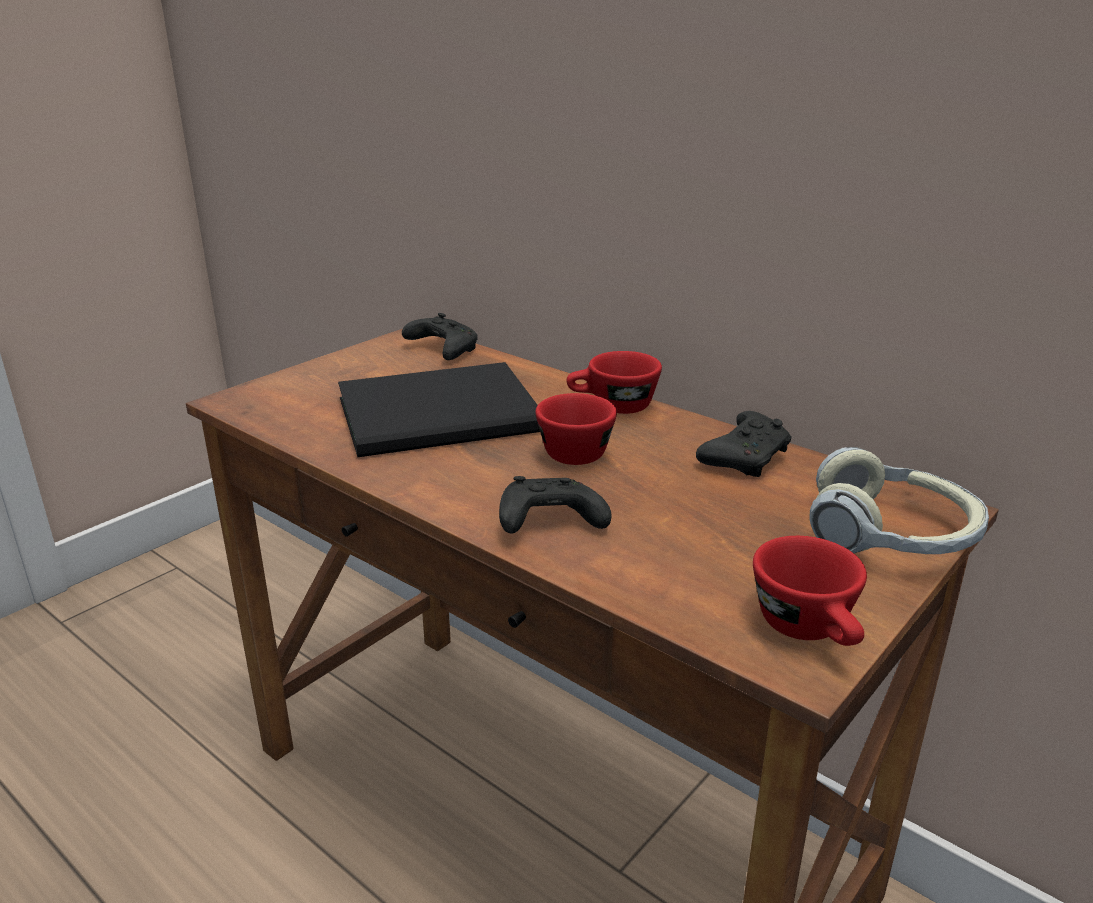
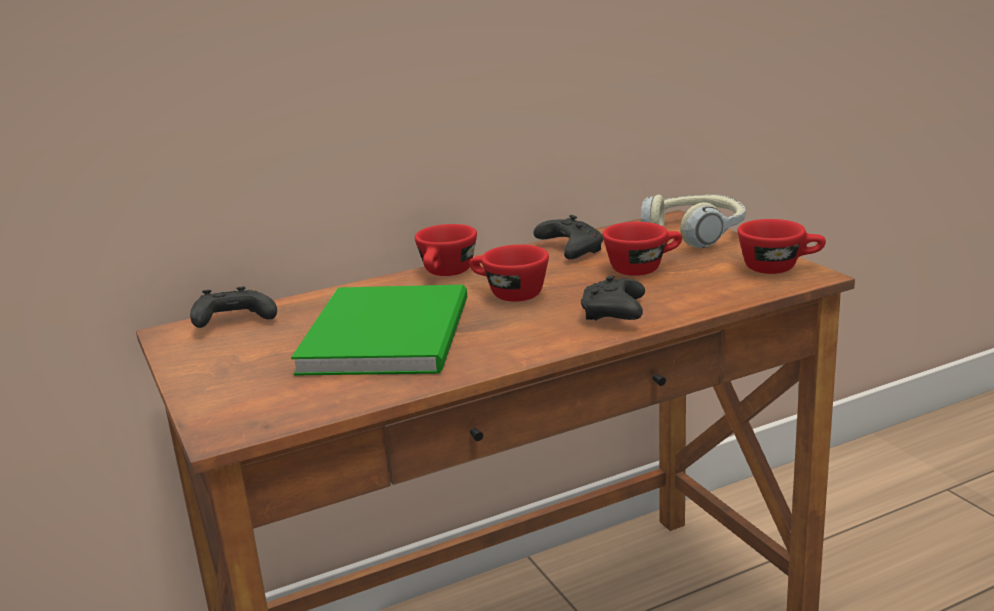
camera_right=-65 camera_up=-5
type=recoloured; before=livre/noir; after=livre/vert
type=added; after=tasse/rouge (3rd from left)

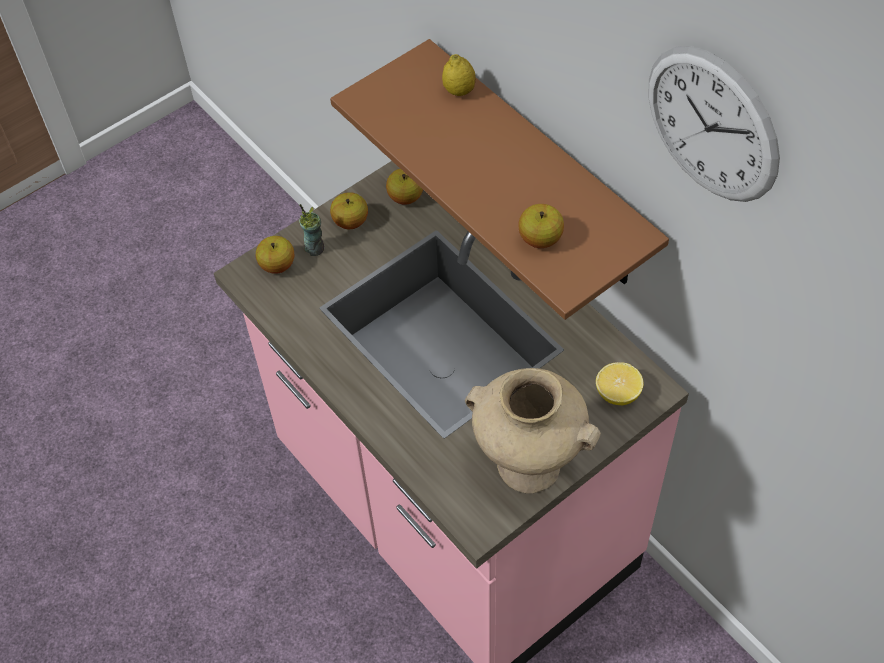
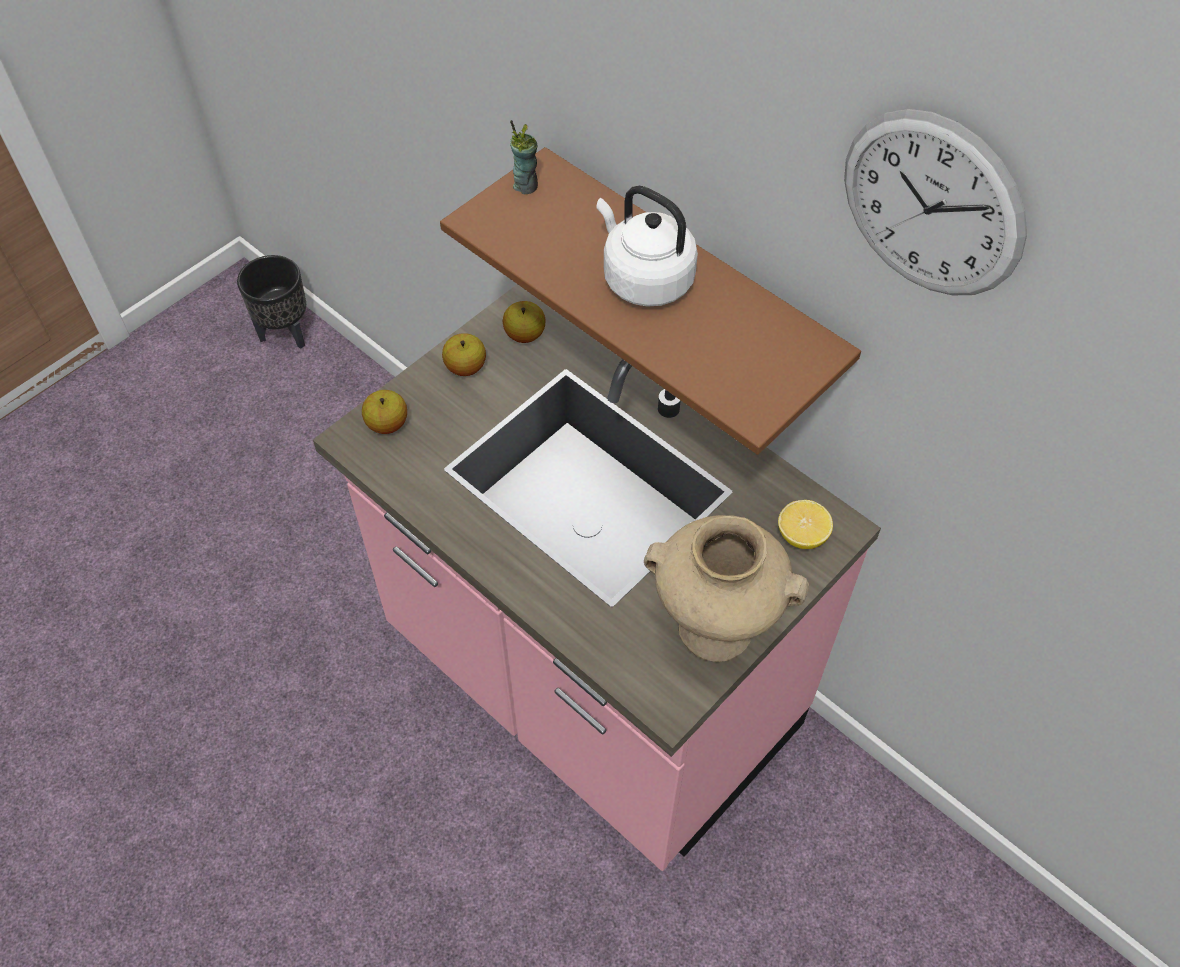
camera_right=-10 camera_up=0
type=moved; before=tasse
type=removed; before=citron (1st from left)
type=removed; before=pomme (4th from left)
type=added; after=cache-pot/noir
type=added; after=bouilloire/blanc

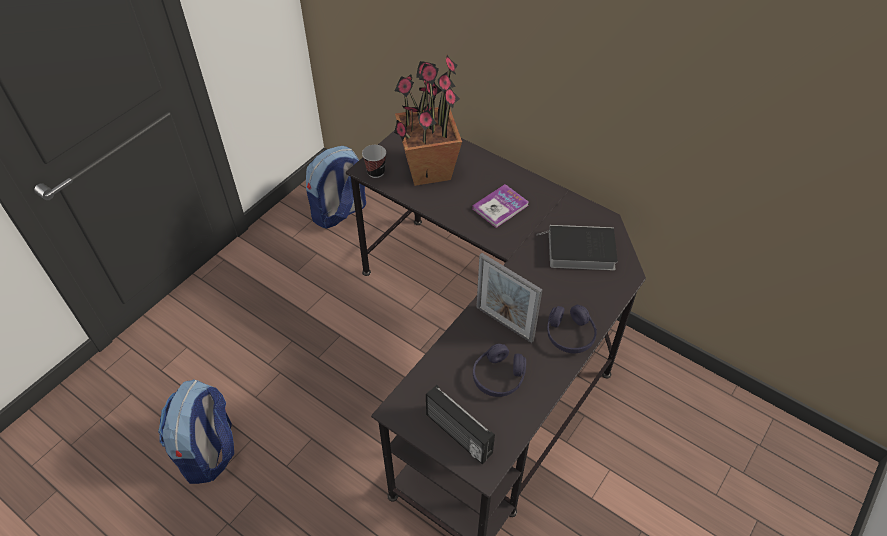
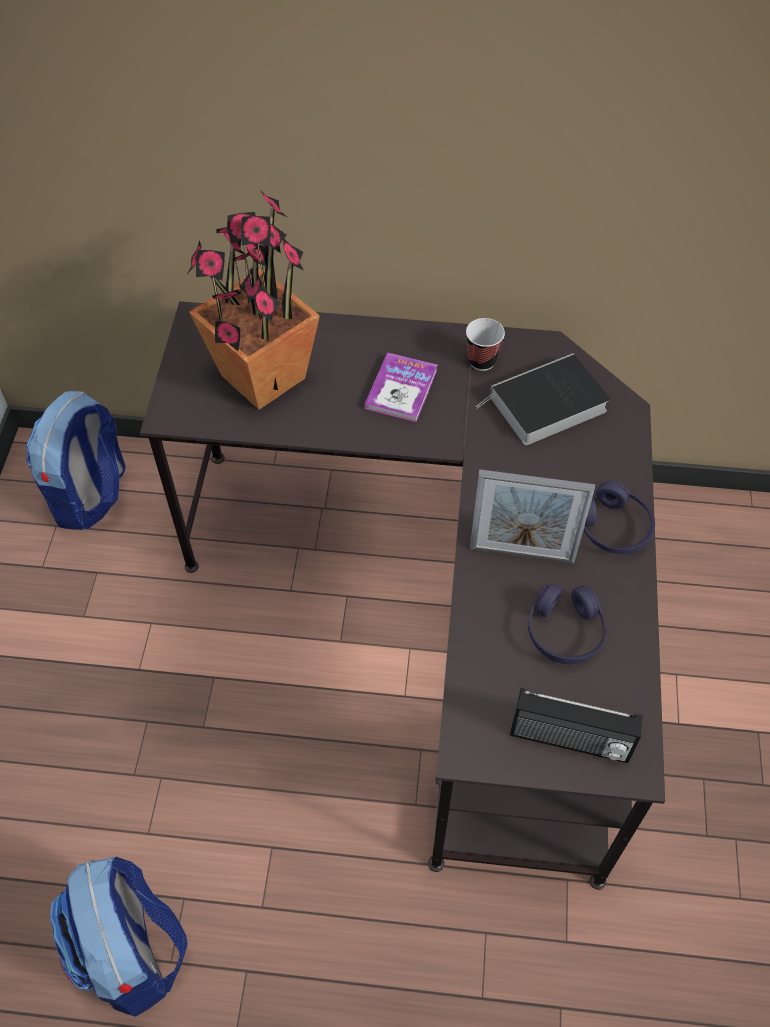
camera_right=-30 camera_up=5
type=moved; before=tasse

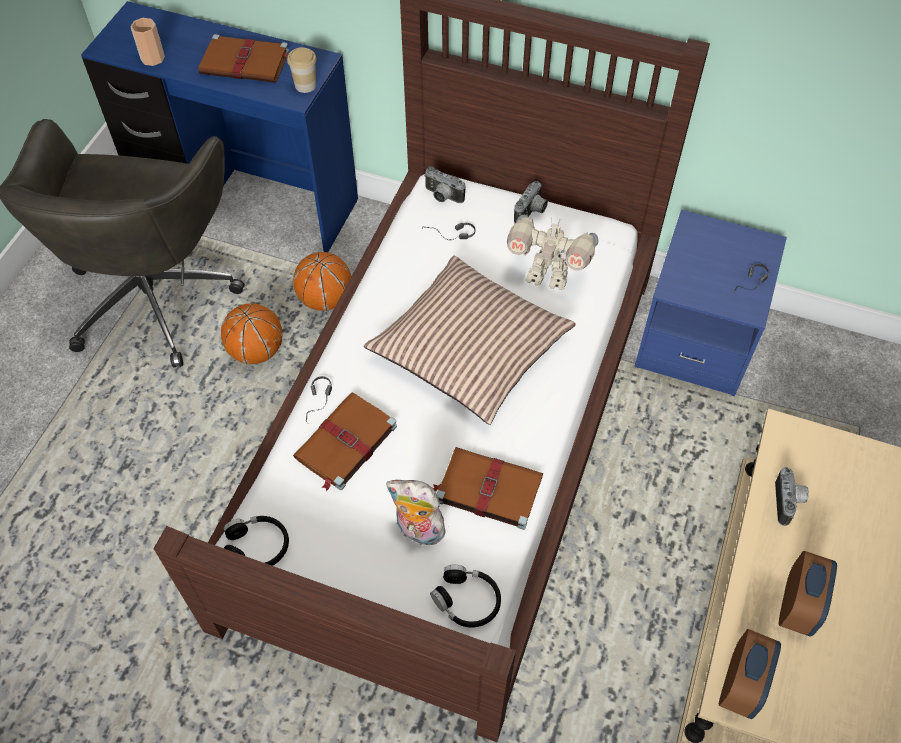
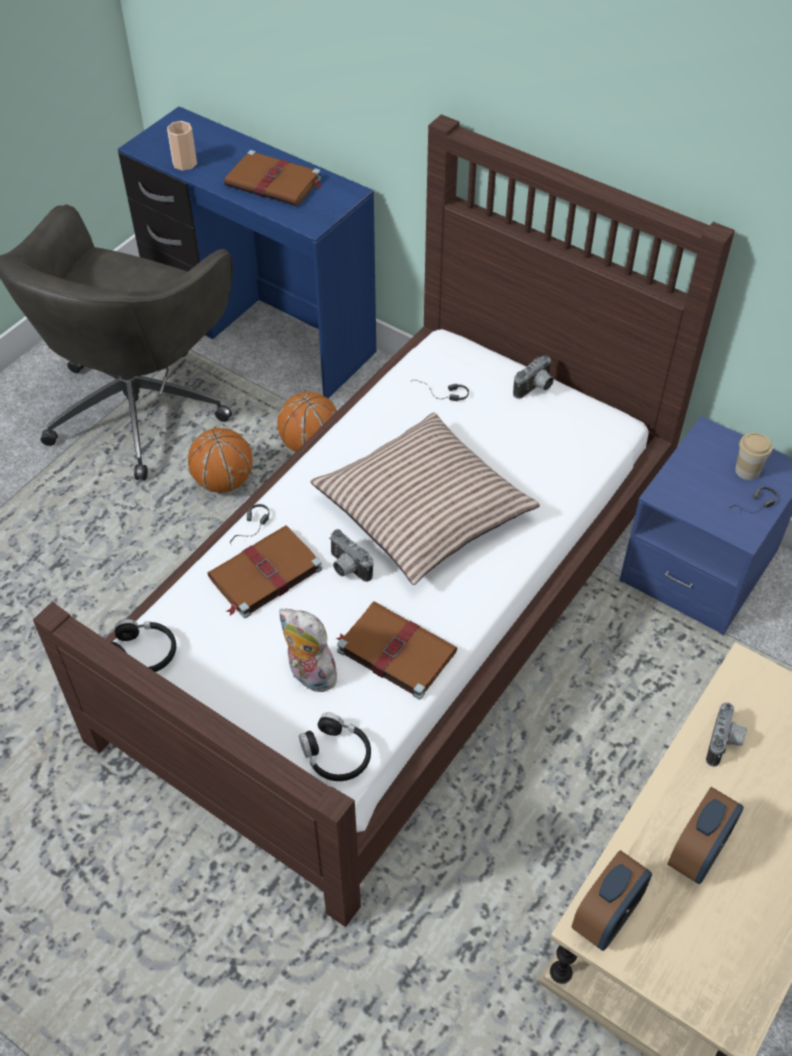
camera_right=15 camera_up=-5
type=moved; before=tasse (2nd from left)
type=moved; before=appareil photo (1st from left)
type=removed; before=robot jouet

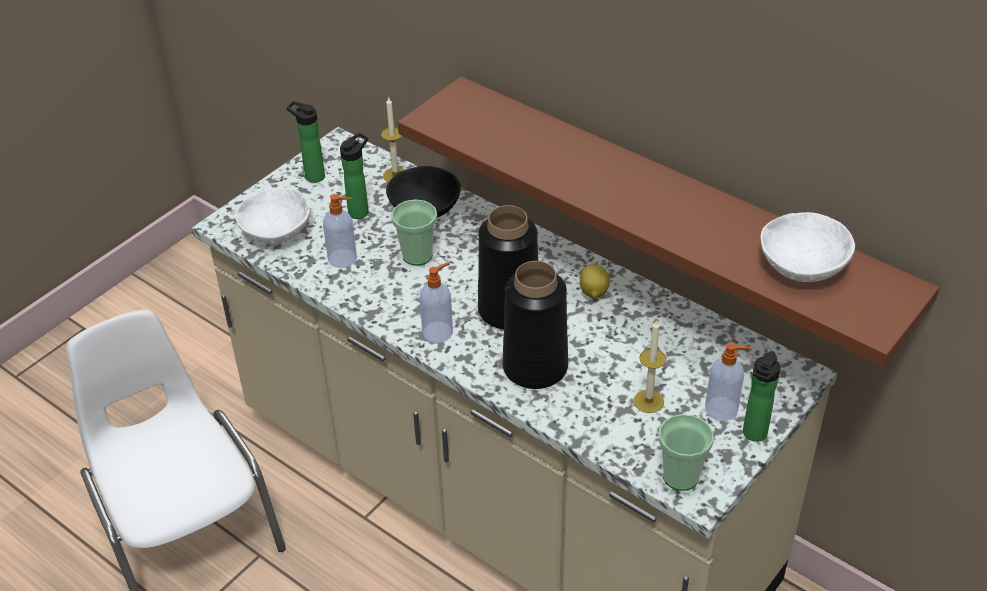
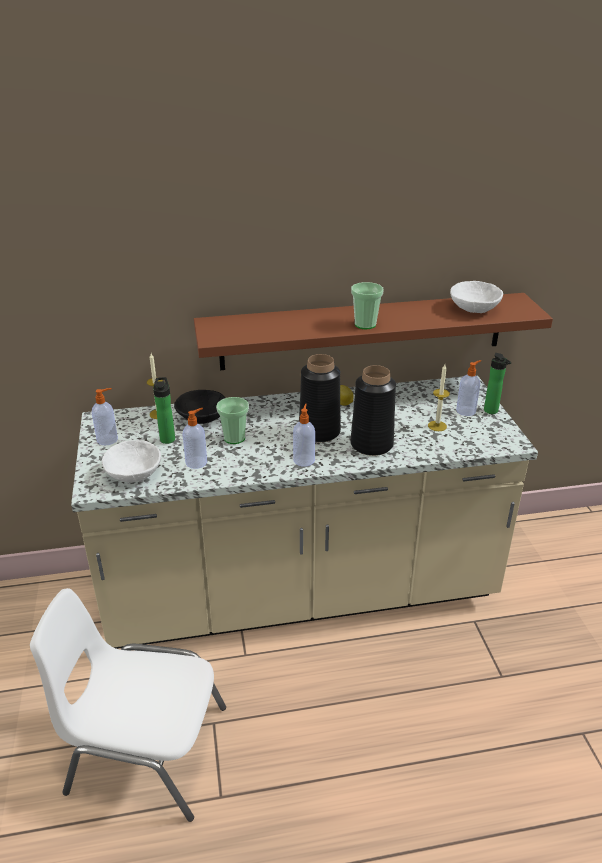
camera_right=-50 camera_up=-10
type=replaced; before=bouteille (1st from left); after=distributeur de savon (1st from left)
type=moved; before=tasse (2nd from left)

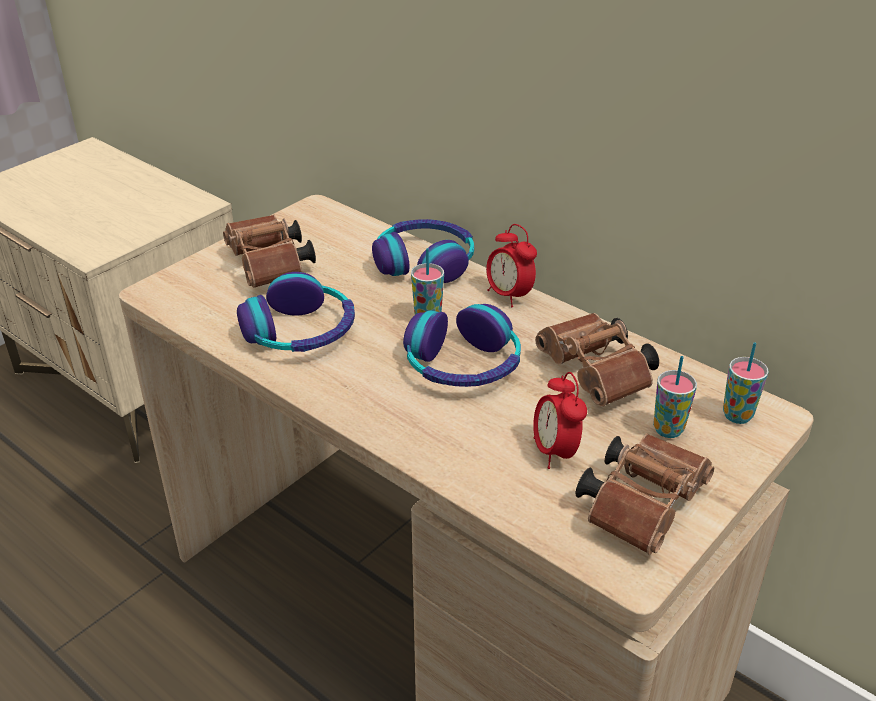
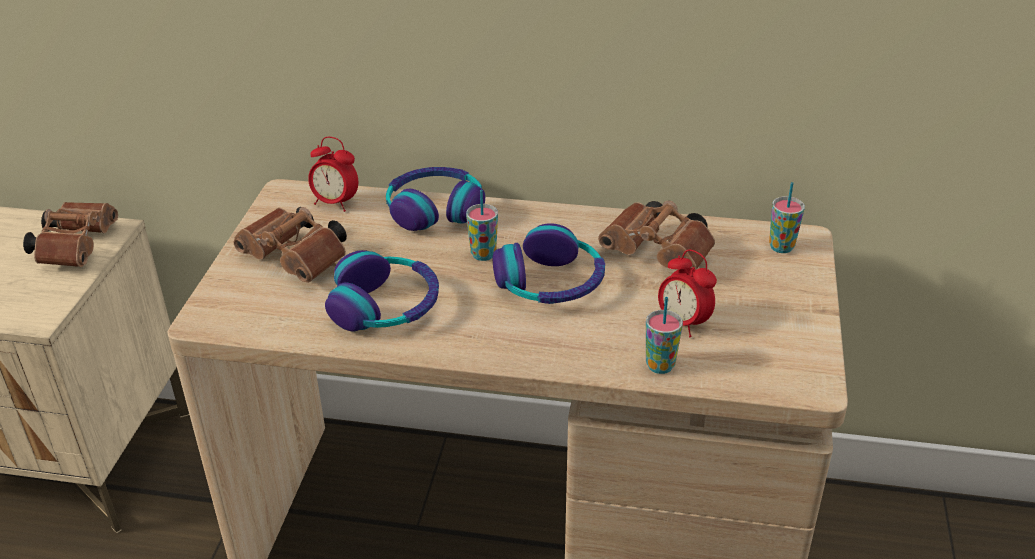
camera_right=-30 camera_up=0
type=moved; before=réveil (1st from left)
type=moved; before=jumelles/marron (3rd from left in the first image); after=jumelles/marron (1st from left)
type=moved; before=tasse (2nd from left)

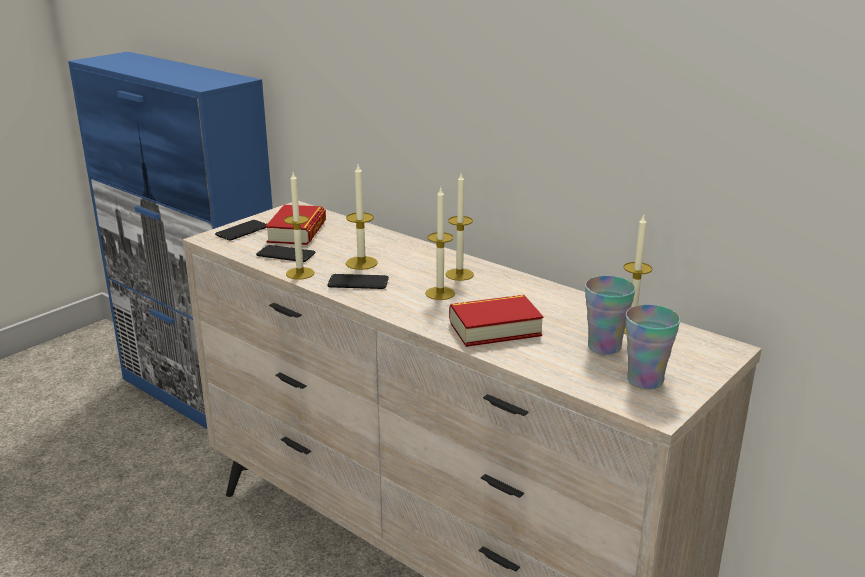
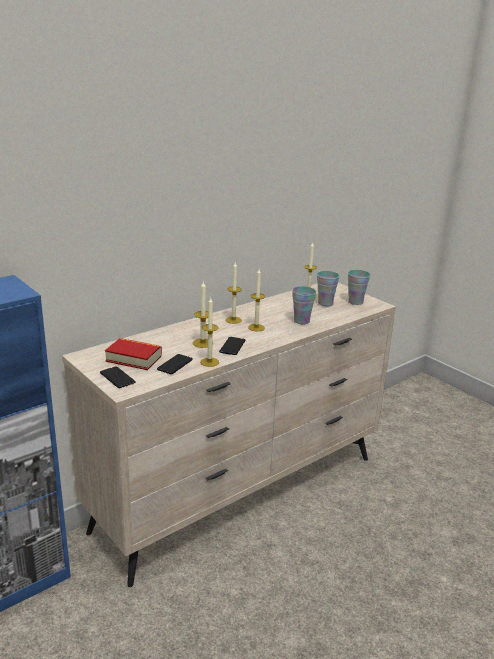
camera_right=-80 camera_up=0
type=replaced; before=livre (2nd from left); after=tasse (1st from left)

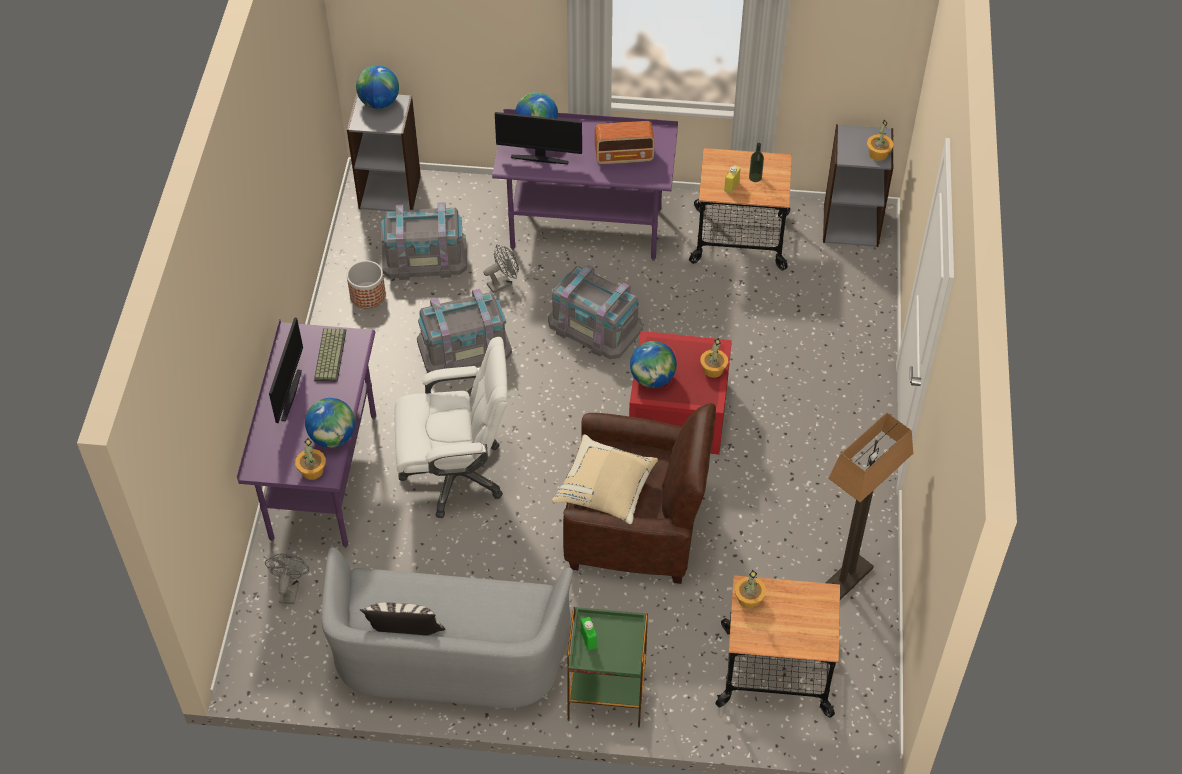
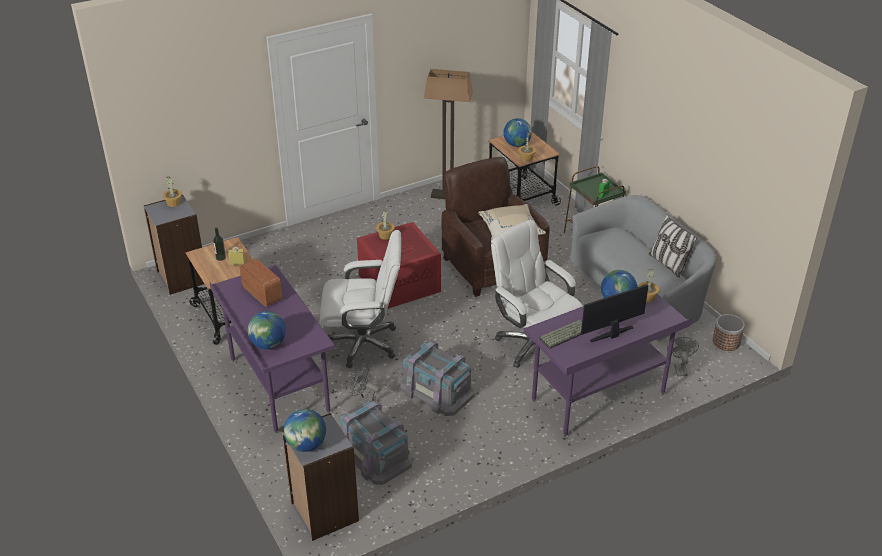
camera_right=-125 camera_up=-15
type=turned; before=ventilateur/gris (1st from left in the first image); turn=120
type=moved; before=cache-pot
type=removed; before=écran d'ordinateur (2nd from left)
type=replaced; before=boîte de rangement/gris (3rd from left); after=chaise de bureau/blanc (1st from left)
type=moved; before=globe (4th from left in the first image); after=globe (3rd from left)

